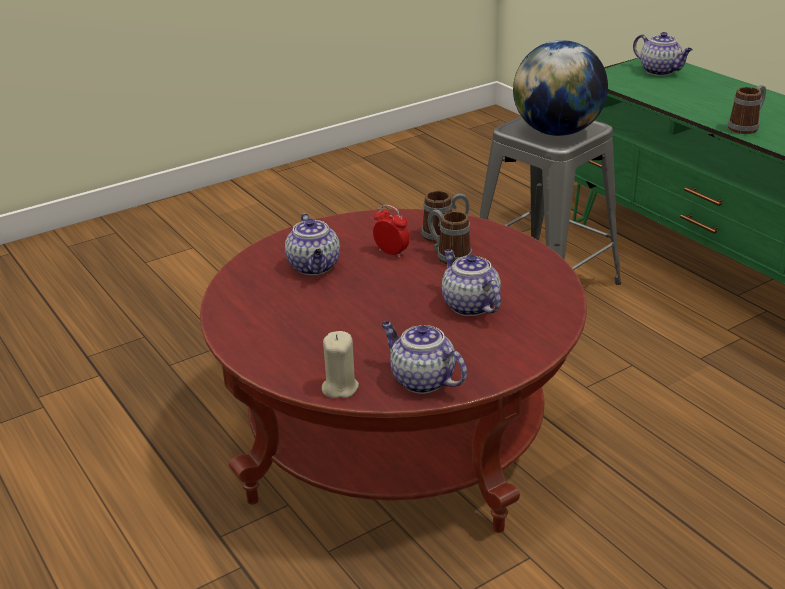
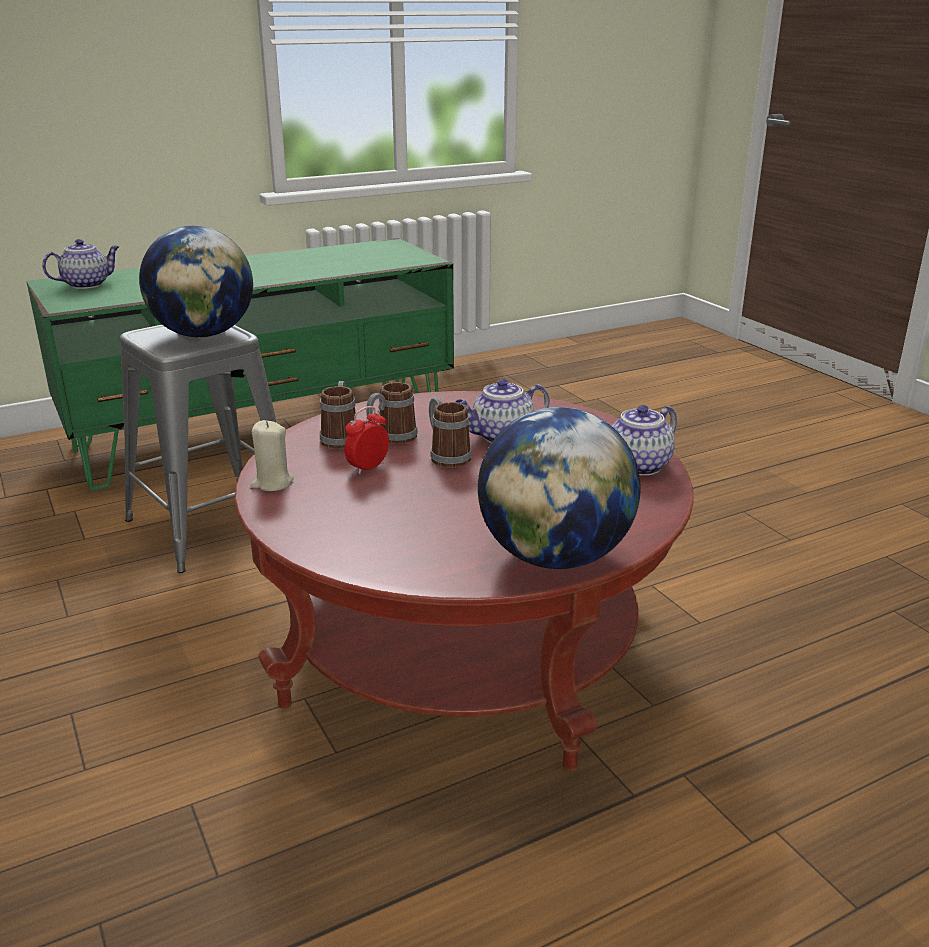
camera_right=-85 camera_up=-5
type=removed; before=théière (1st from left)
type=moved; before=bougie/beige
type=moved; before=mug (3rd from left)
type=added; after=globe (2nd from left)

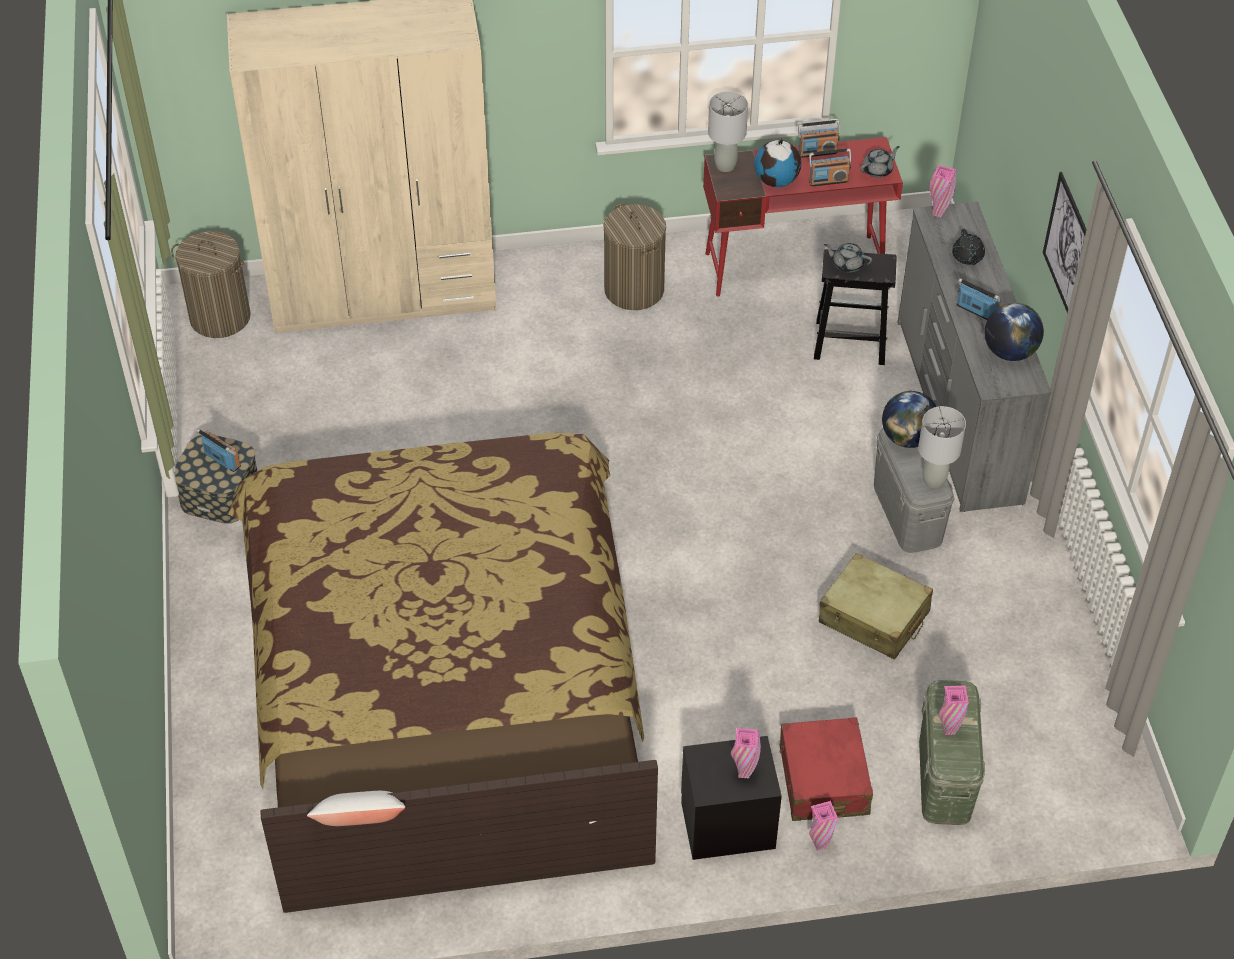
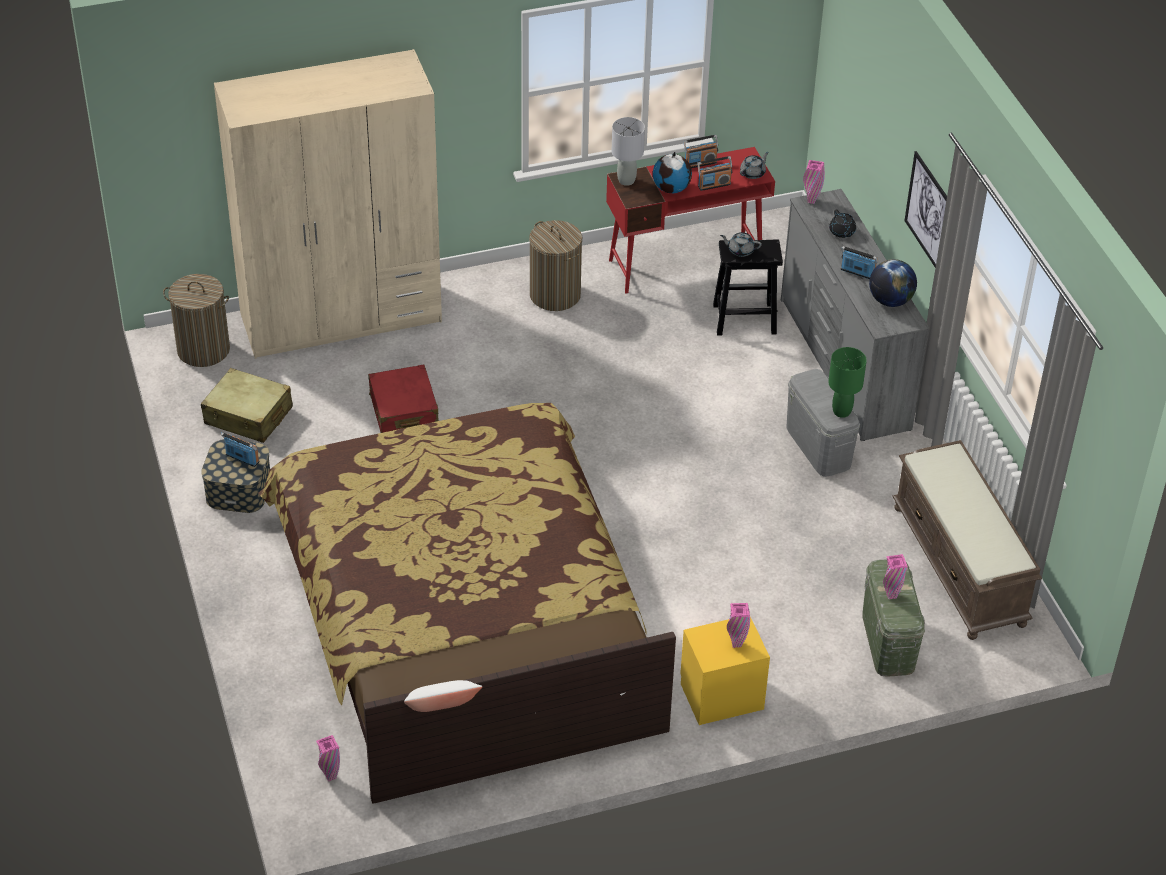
camera_right=-10 camera_up=-5
type=recoloured; before=table de chevet/noir; after=table de chevet/jaune
type=moved; before=valise/rouge
type=moved; before=vase/rose (2nd from left in the first image); after=vase/rose (1st from left)
type=moved; before=valise/beige
type=removed; before=globe (2nd from left)
type=recoloured; before=lampe de table/gris (2nd from left); after=lampe de table/vert
type=added; after=banc/marron

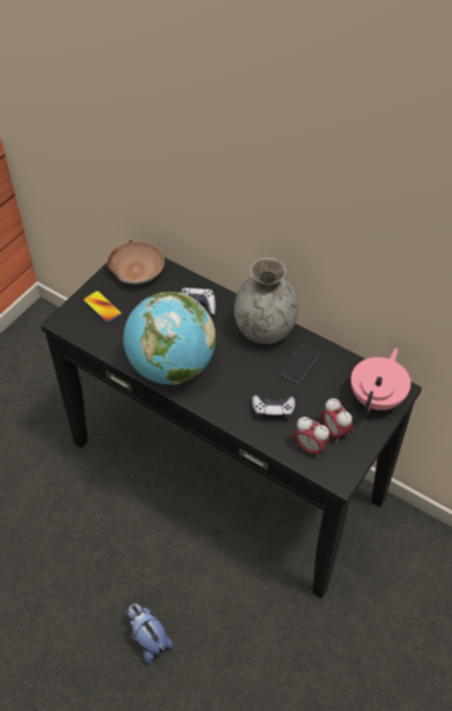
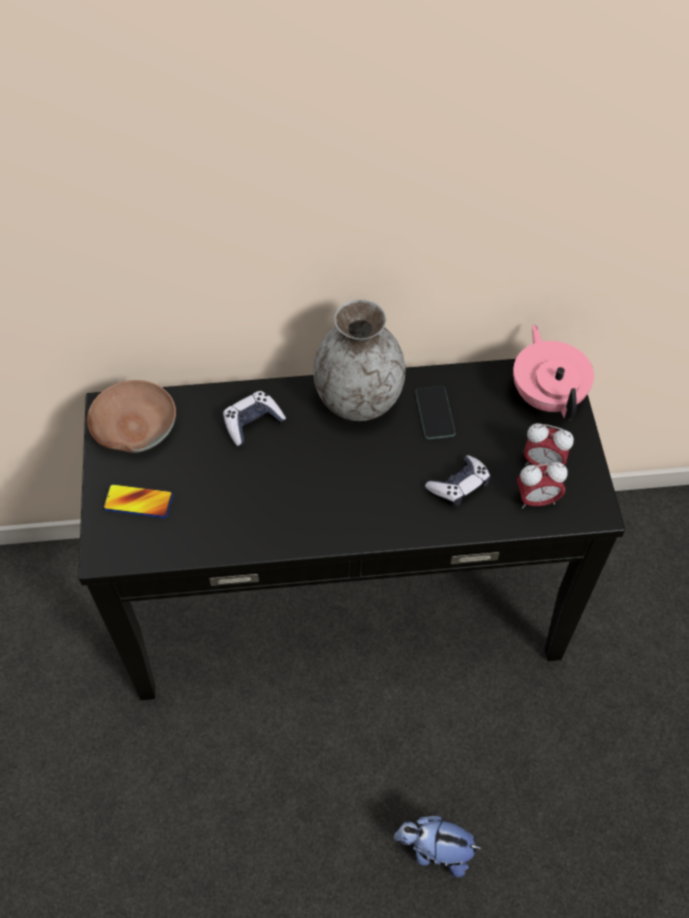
camera_right=-40 camera_up=5
type=removed; before=globe

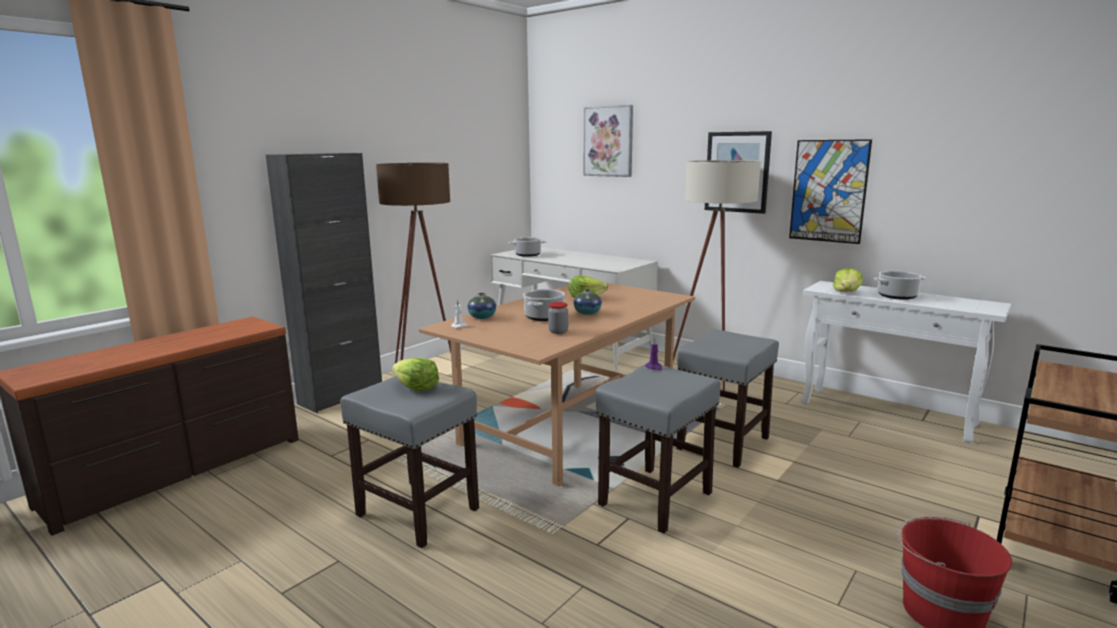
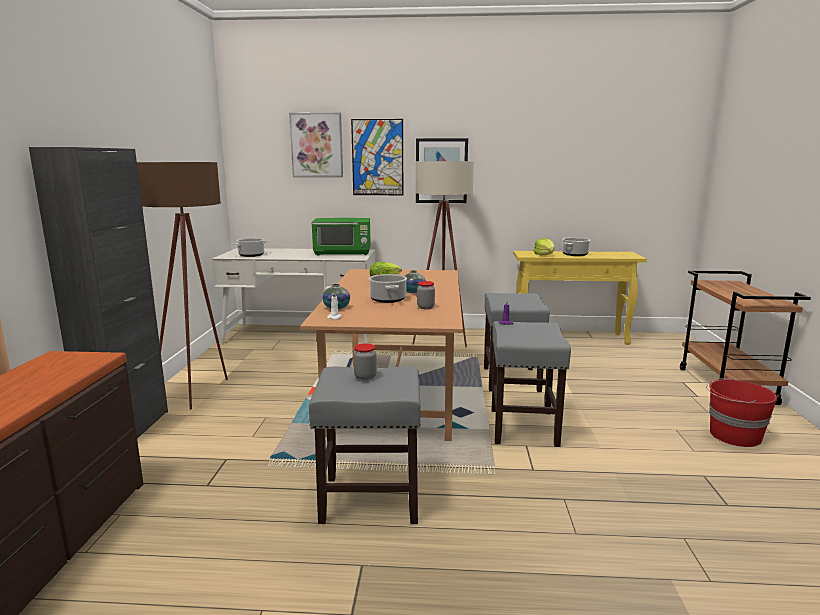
camera_right=-35 camera_up=0
type=replaced; before=laitue (1st from left); after=bocal (1st from left)
type=moved; before=tableau (3rd from left in the first image); after=tableau (2nd from left)
type=recoloured; before=table console/blanc; after=table console/jaune
type=added; after=micro-ondes/vert

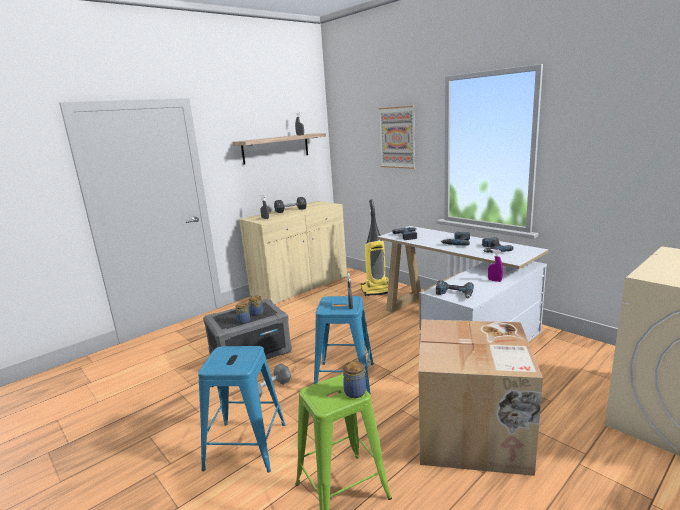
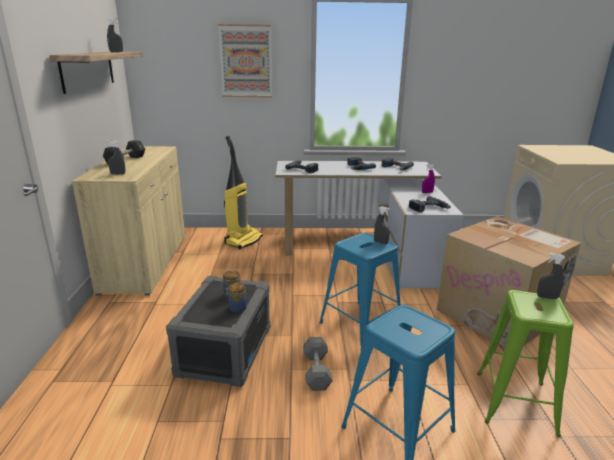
camera_right=-50 camera_up=5
type=replaced; before=bocal (3rd from left); after=vaporisateur/gris (4th from left)

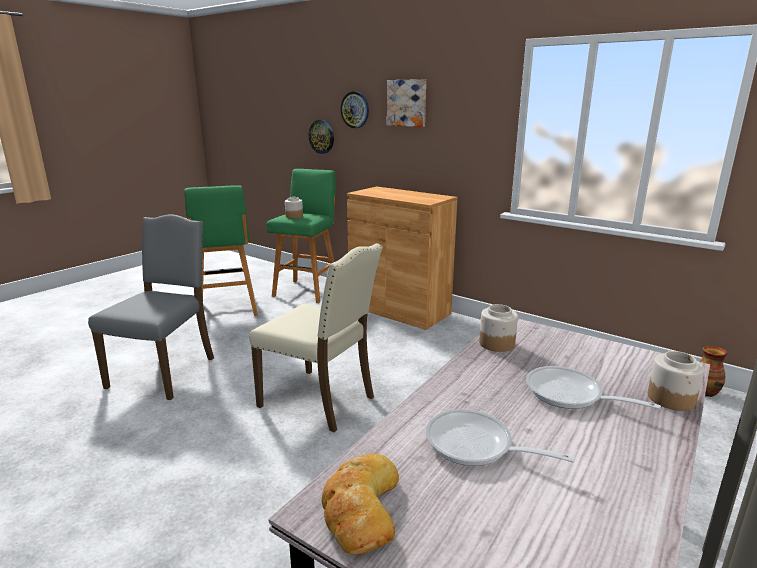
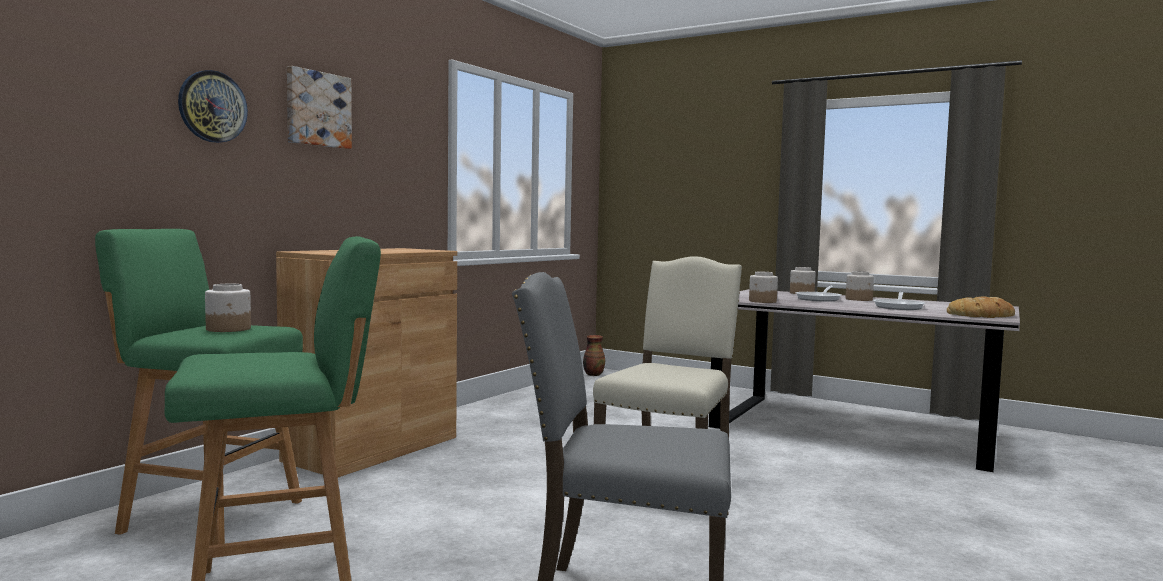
camera_right=-95 camera_up=-15
type=removed; before=horloge murale (1st from left)
type=added; after=bocal (4th from left)

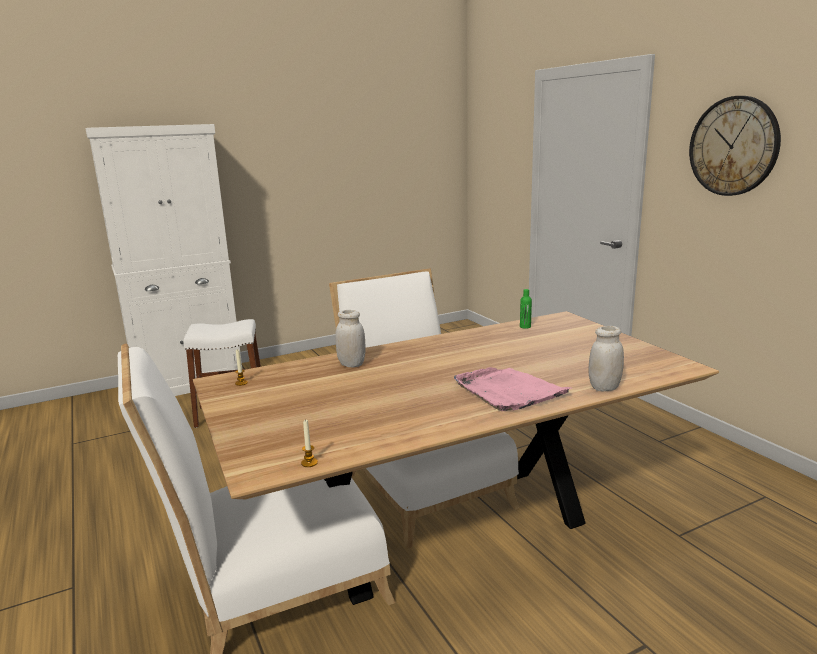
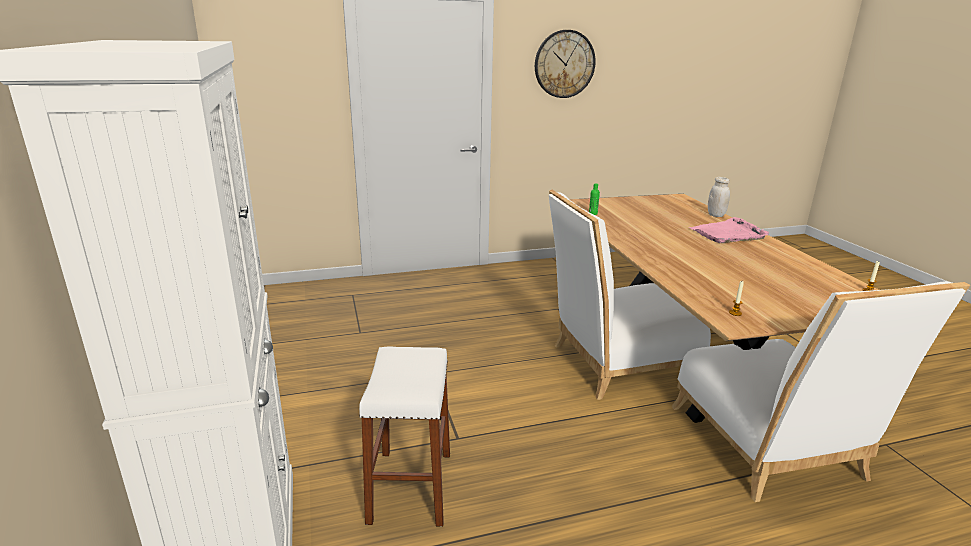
camera_right=-80 camera_up=5
type=removed; before=bocal/blanc (1st from left)

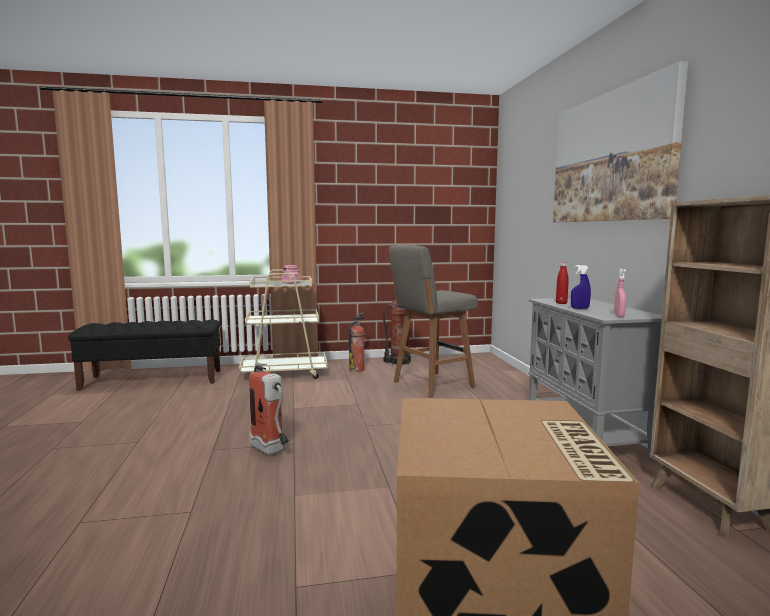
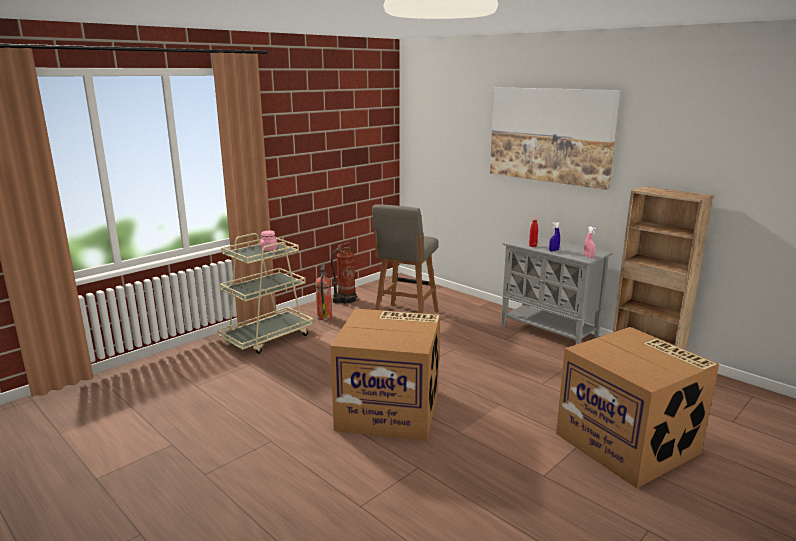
camera_right=-35 camera_up=10
type=removed; before=banc/noir
type=replaced; before=extincteur (1st from left); after=carton (1st from left)

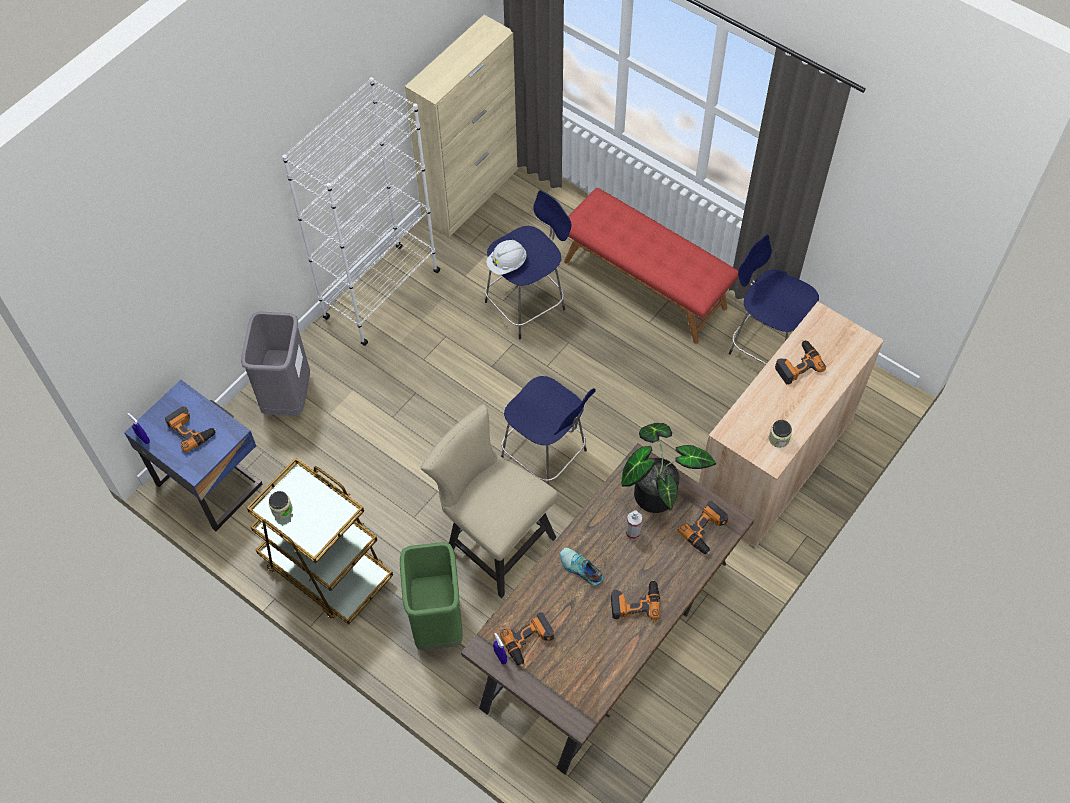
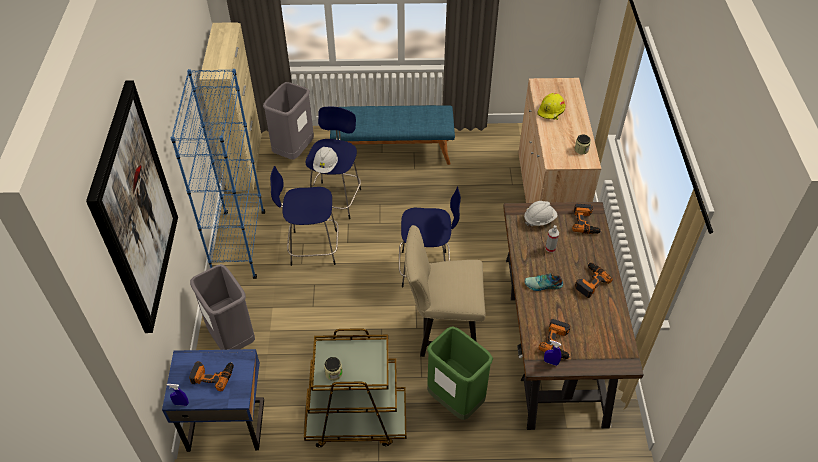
camera_right=-40 camera_up=-10
type=recoloured; before=bibliothèque/blanc; after=bibliothèque/bleu
type=recoloured; before=banc/rouge; after=banc/bleu
type=replaced; before=plante en pot; after=casque de chantier/blanc (2nd from left)
type=moved; before=tabouret/bleu (3rd from left in the first image); after=tabouret/bleu (1st from left)
type=replaced; before=perceuse (5th from left); after=casque de chantier/jaune
type=added; after=tableau
type=added; after=poubelle/gris (2nd from left)

